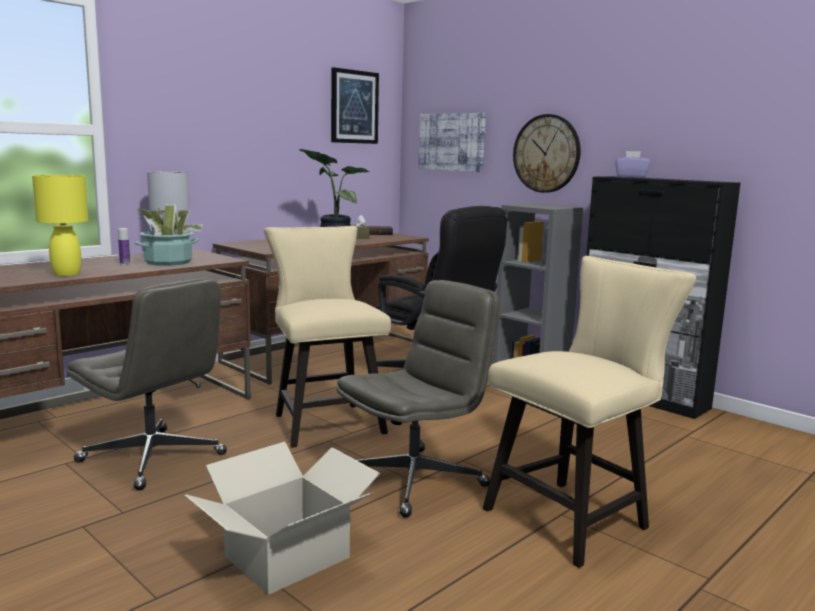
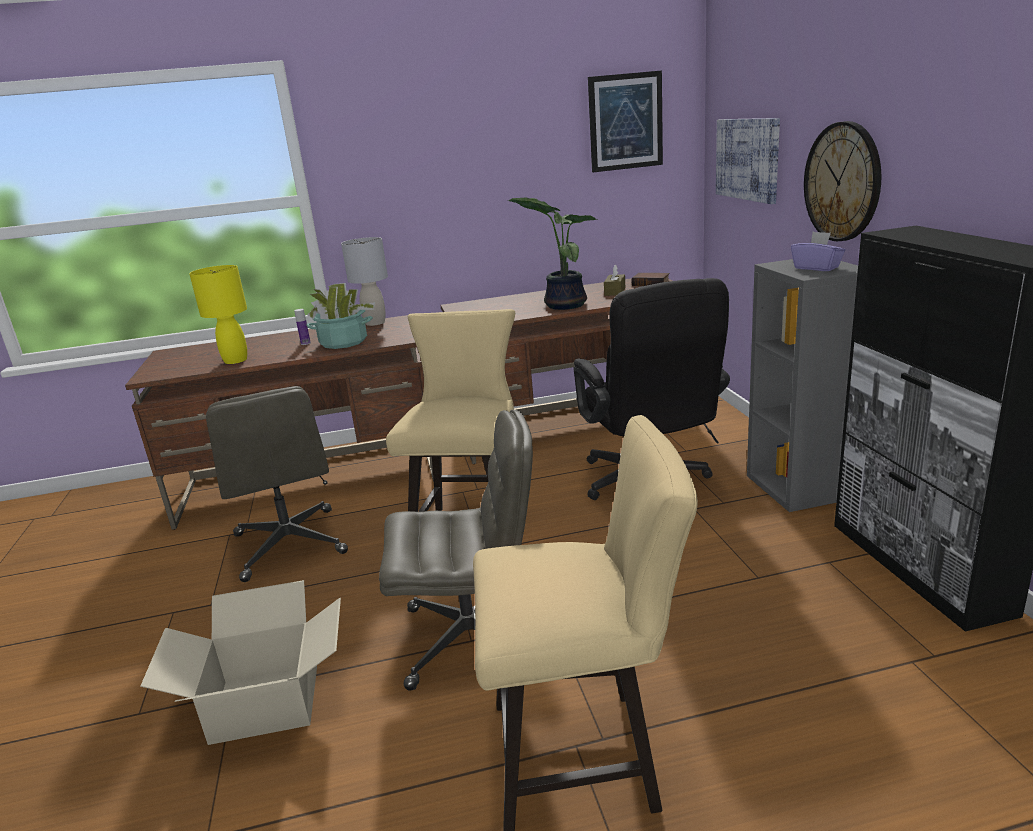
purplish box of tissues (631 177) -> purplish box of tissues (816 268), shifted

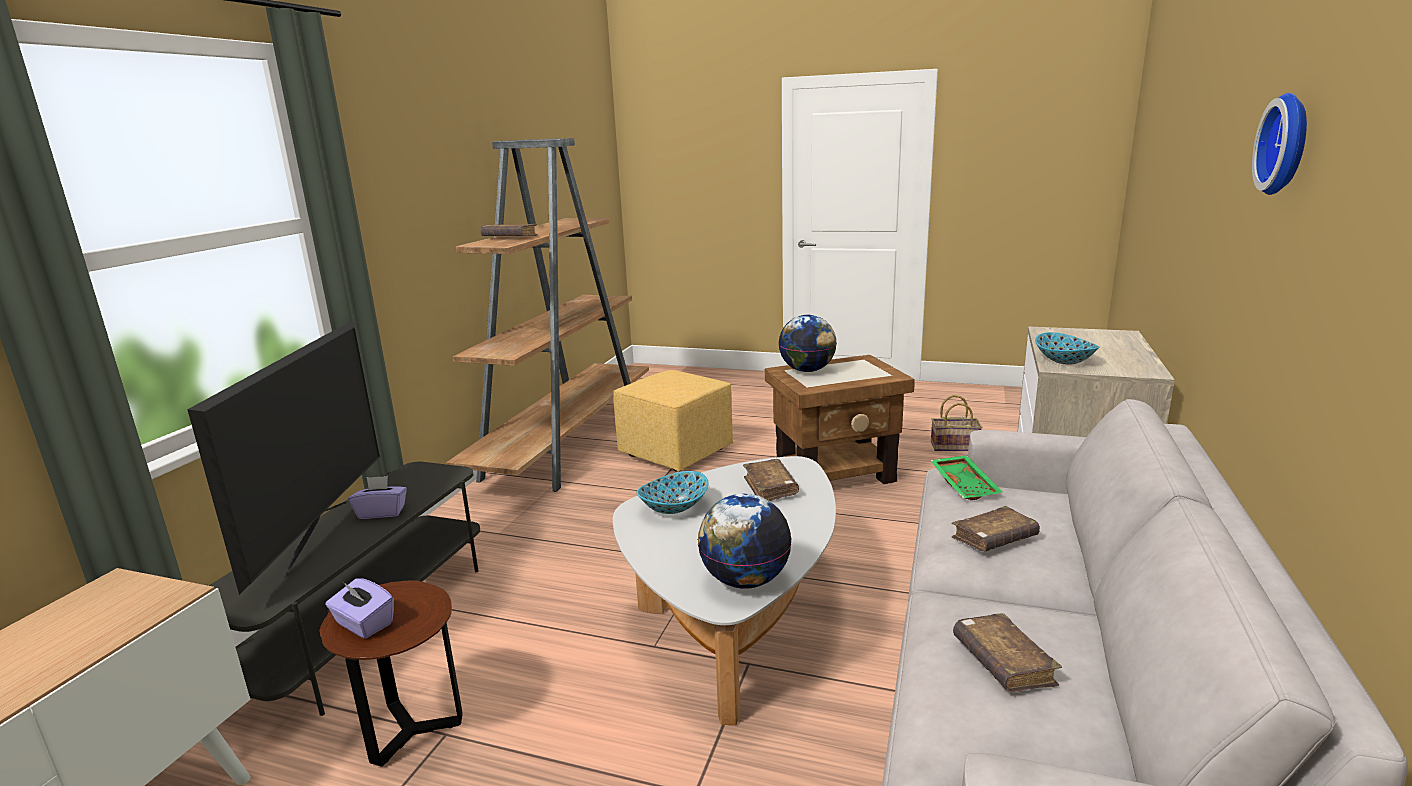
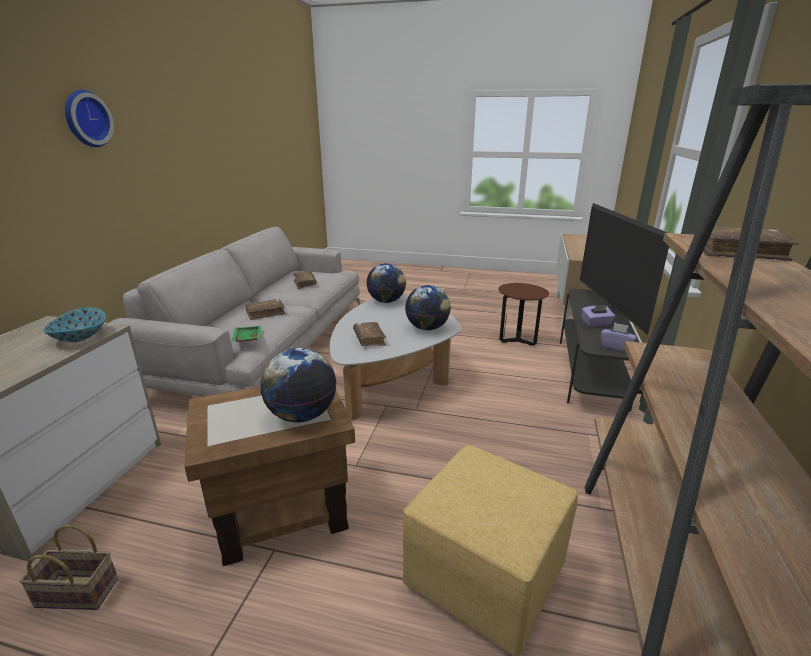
serving bowl (673 507) -> globe (427 328)
purplish box of tissues (363 624) -> purplish box of tissues (616 347), shifted

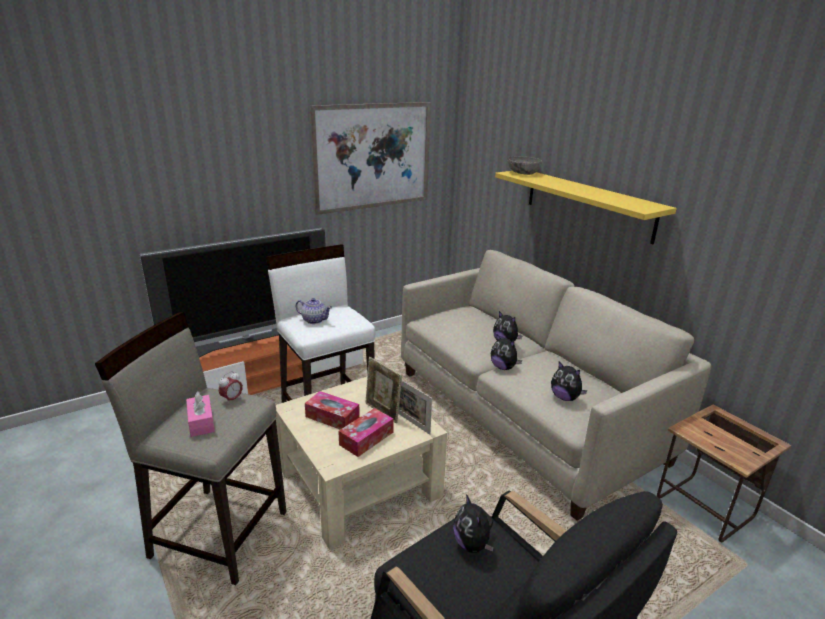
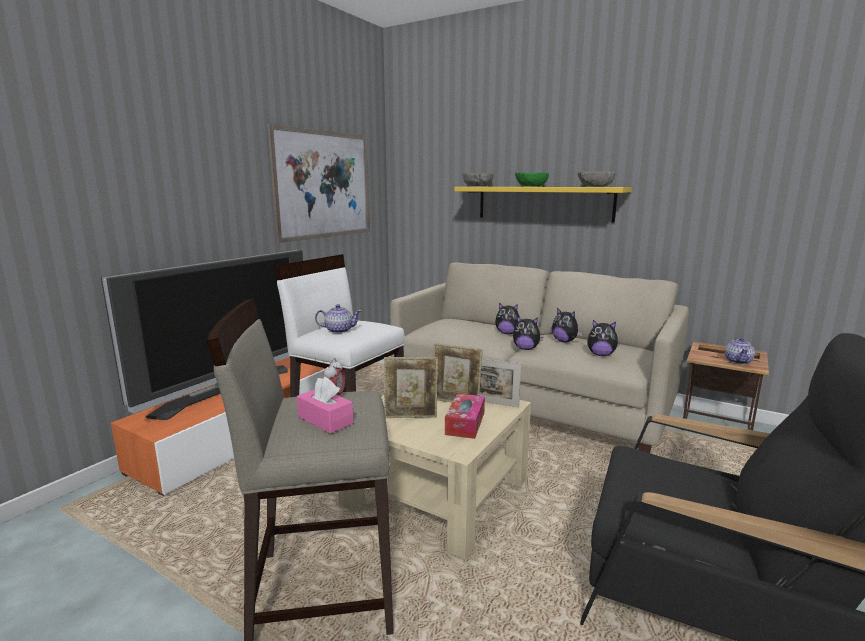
box of tissues (332 417) -> standing frame (411 416)
none -> greenish serving bowl (531 186)
plush toy (472 544) -> plush toy (564 341), shifted
none -> greyish serving bowl (595 186)
none -> pot for tea (738 361)

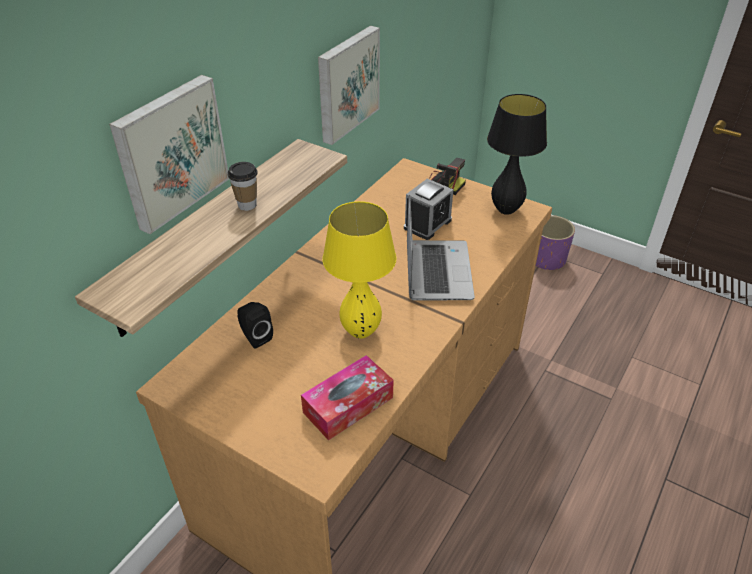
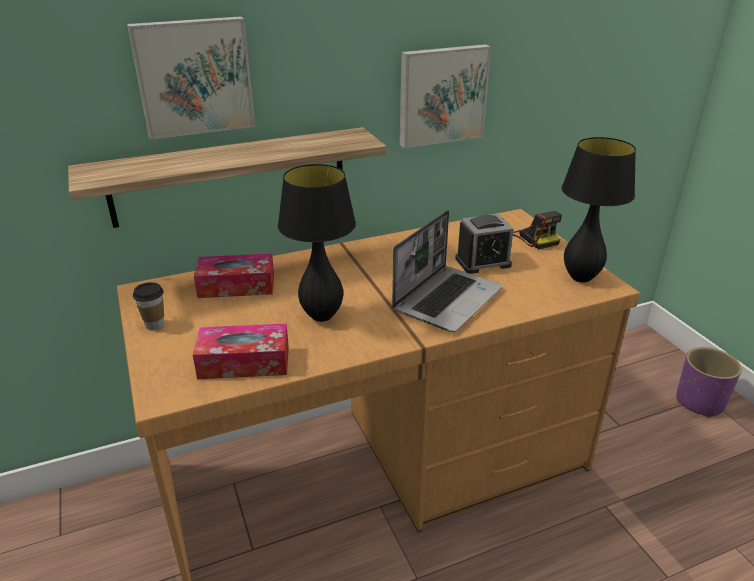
cup (247 205) -> cup (155 325), shifted
black-coloured speaker (255 337) -> box of tissues (236 286)
yellow lamp for a table (361 332) -> black-coloured lamp for a table (322 316)

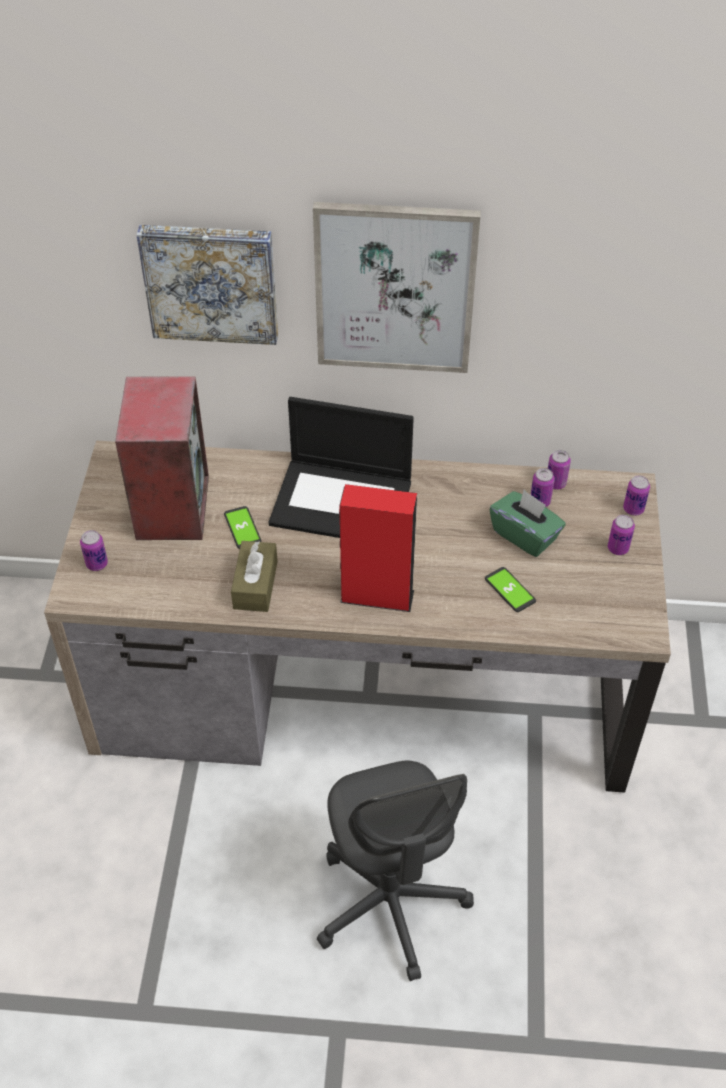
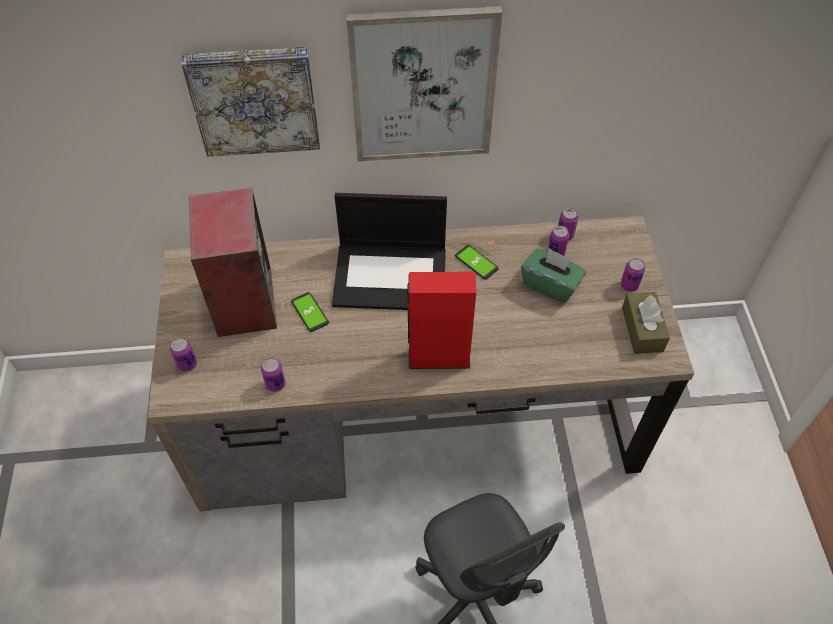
can (633 509) -> can (275 384), shifted
handset (510 590) -> handset (476 262), shifted
brownish box of tissues (255 585) -> brownish box of tissues (642 329), shifted

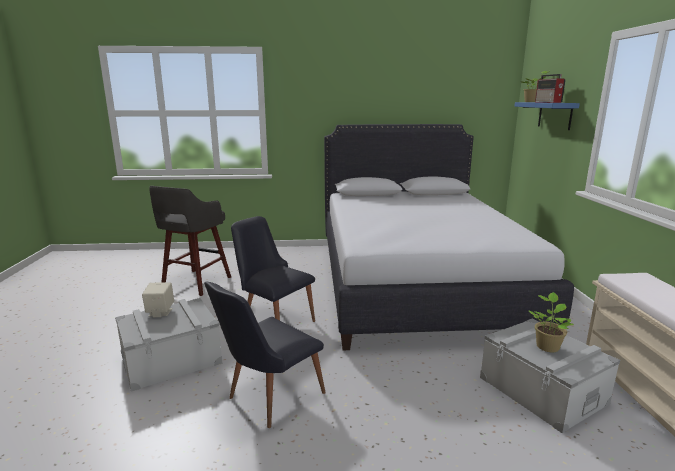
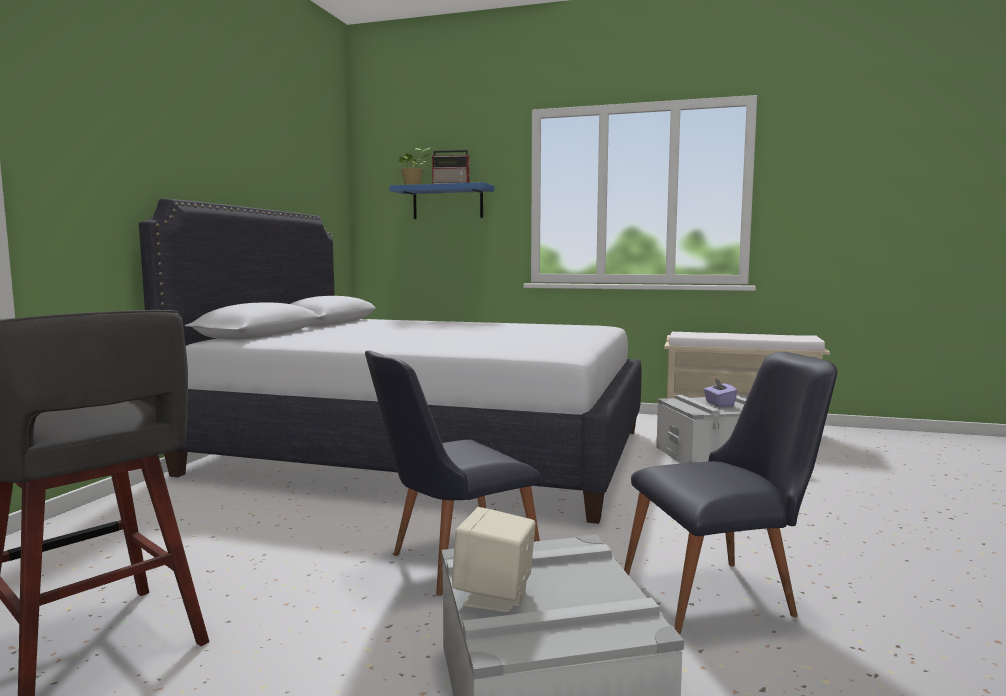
black-coloured plain chair (268 398) -> black-coloured plain chair (723 594), 75 degrees counterclockwise
houseplant (547 346) -> purplish box of tissues (719 404)

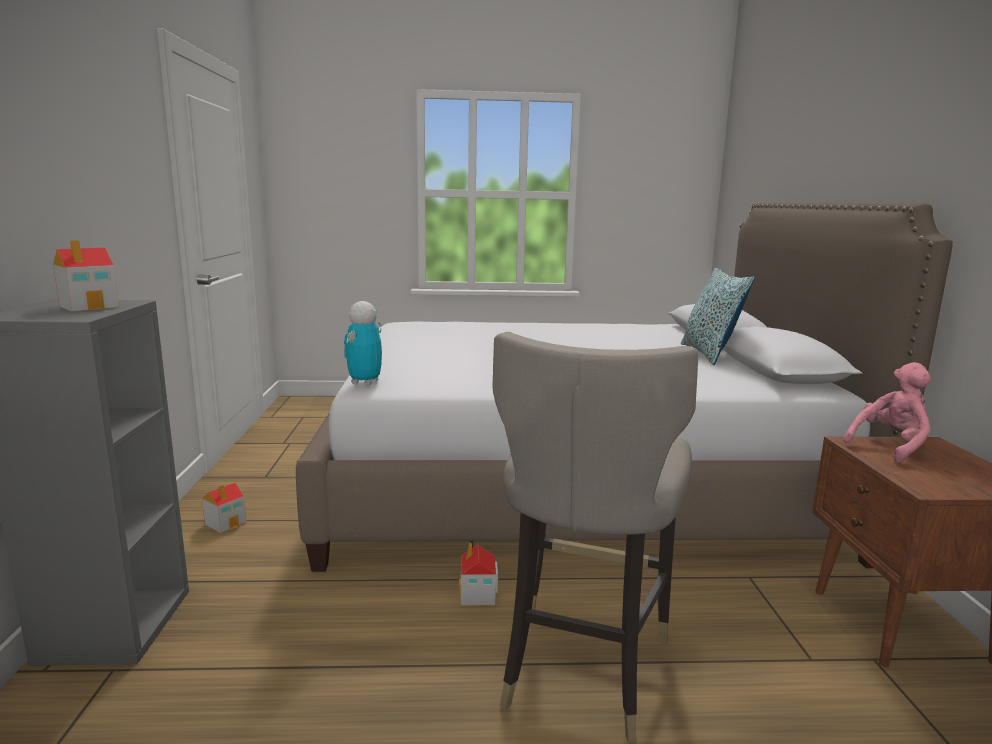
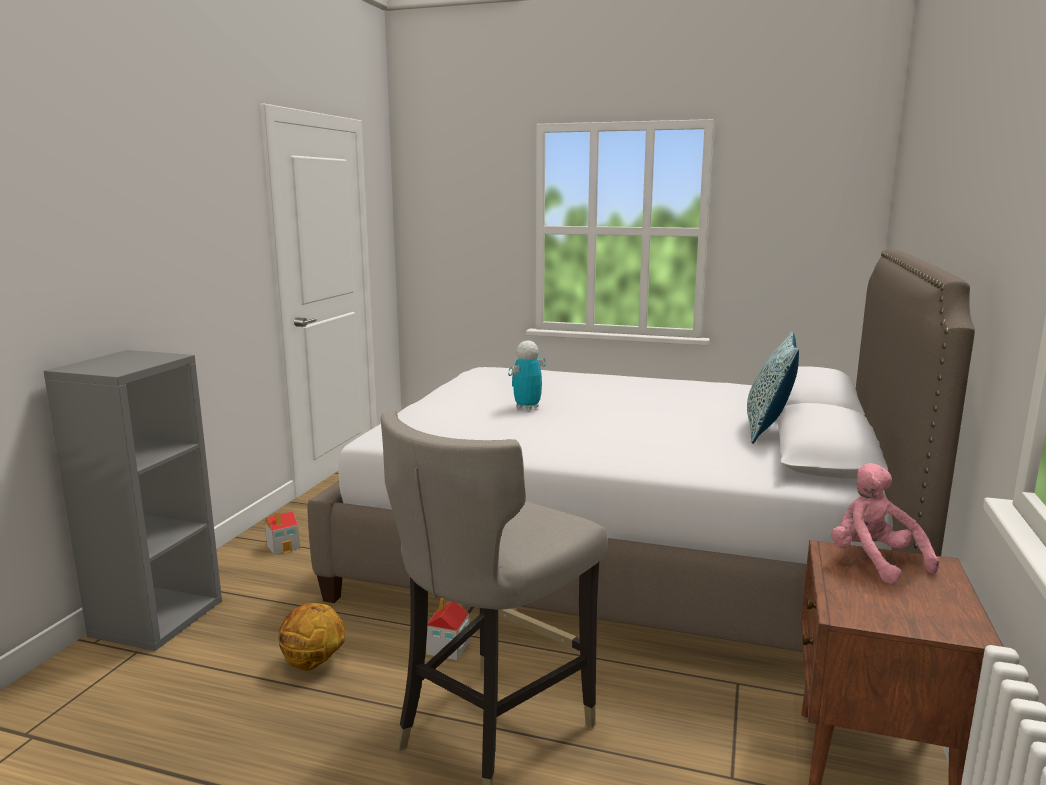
none -> basketball ball (313 663)
toy robot (364 382) -> toy robot (527 407), shifted
pink plush toy (890 446) -> pink plush toy (873 561), 105 degrees counterclockwise
miniature house (90 306) -> none

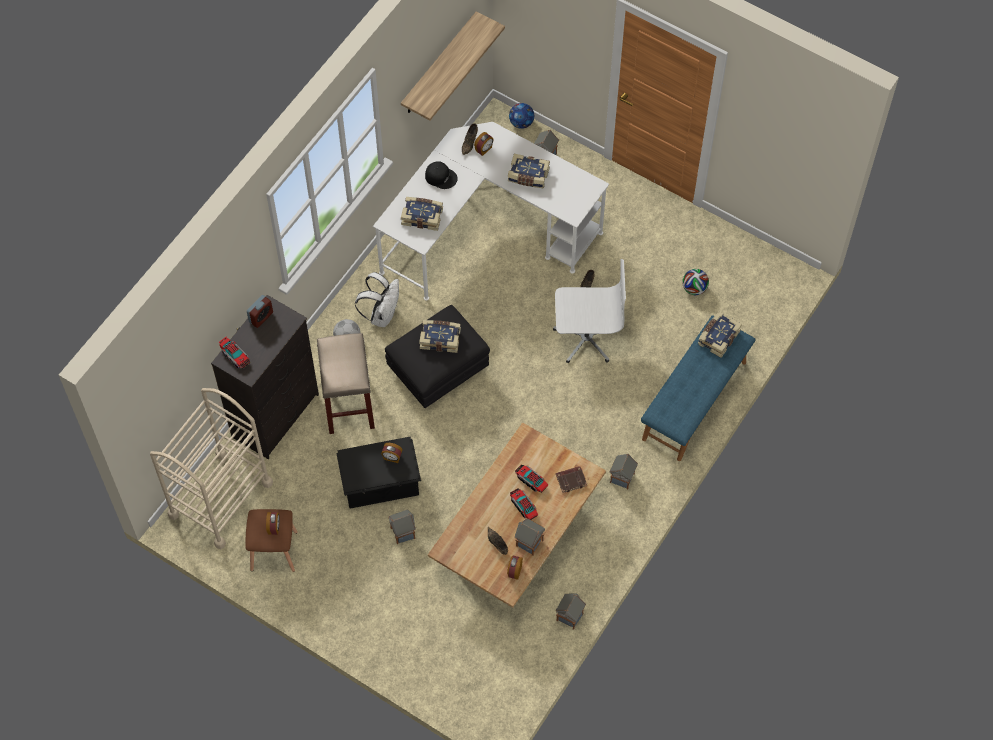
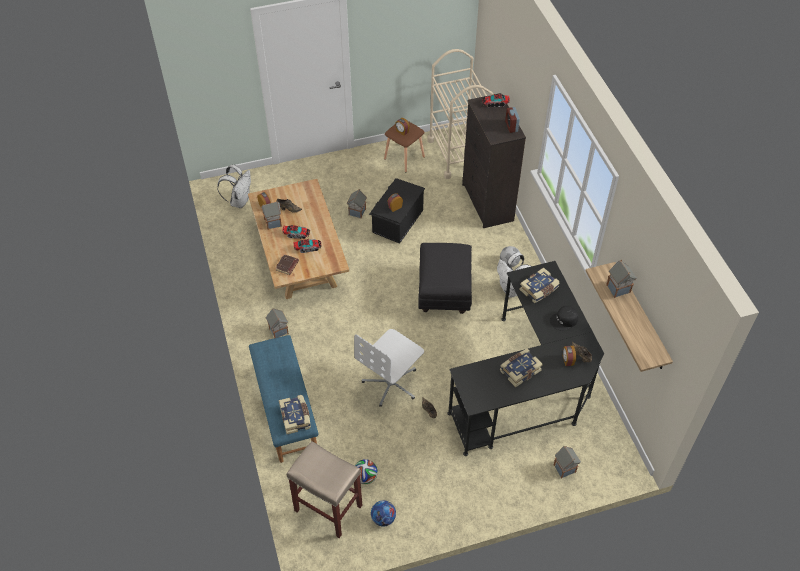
none -> white backpack (239 201)
beige stool (349 405) -> beige stool (327 508), shifted
football ball (521 123) -> football ball (383 518), shifted
white desk (486 231) -> black-coloured desk (528 386)
miniature house (570 616) -> miniature house (618 289), shifted
volume (440 338) -> none

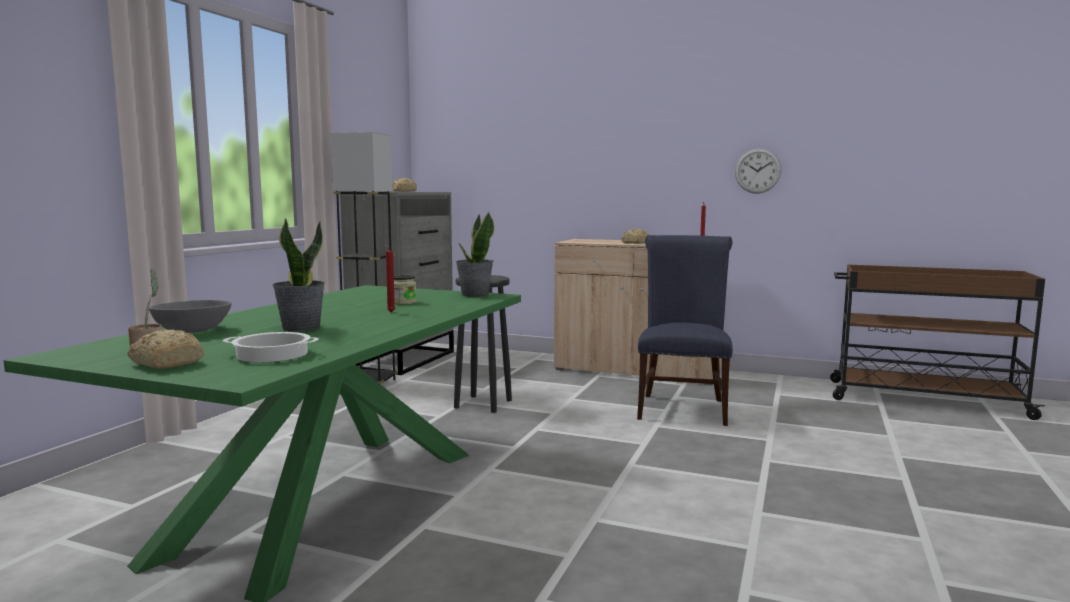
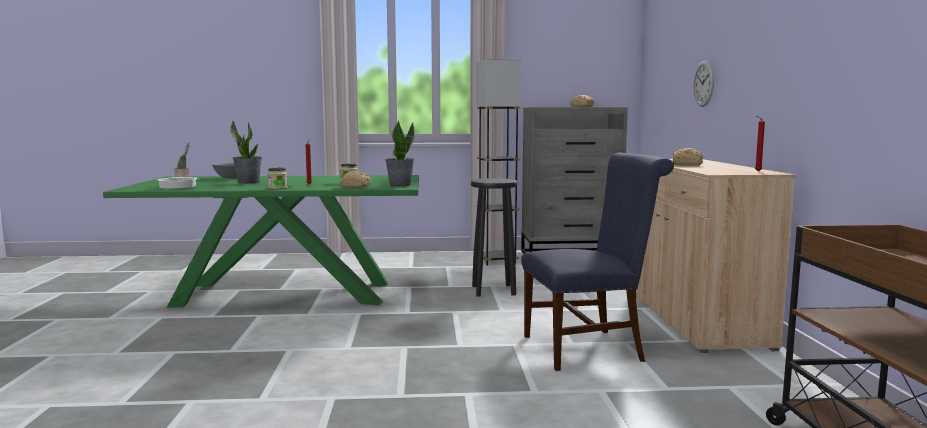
none -> storage jar (277 188)
baked bread (167 363) -> baked bread (356 186), shifted
hanging clock (757 171) -> hanging clock (704 83), shifted

